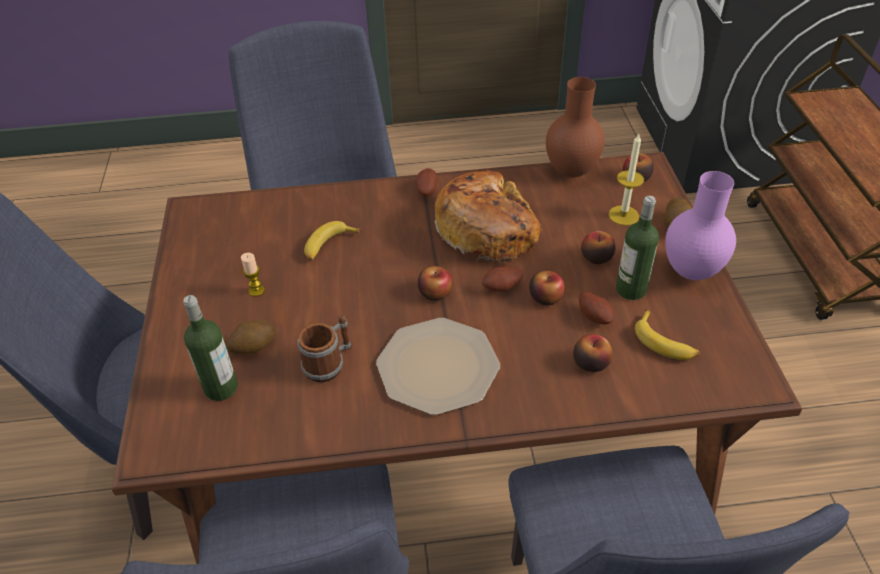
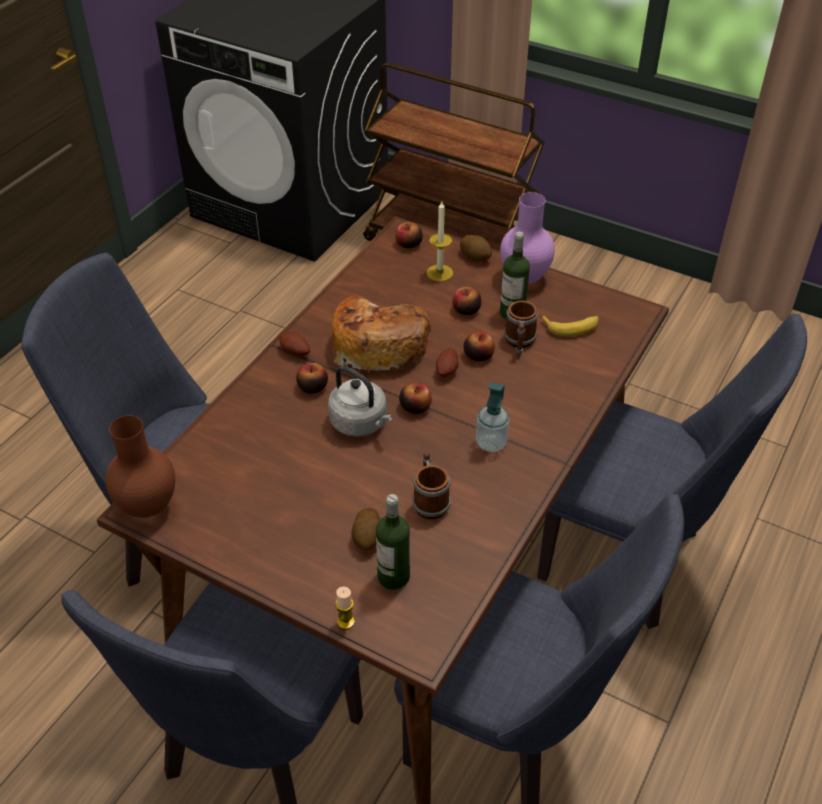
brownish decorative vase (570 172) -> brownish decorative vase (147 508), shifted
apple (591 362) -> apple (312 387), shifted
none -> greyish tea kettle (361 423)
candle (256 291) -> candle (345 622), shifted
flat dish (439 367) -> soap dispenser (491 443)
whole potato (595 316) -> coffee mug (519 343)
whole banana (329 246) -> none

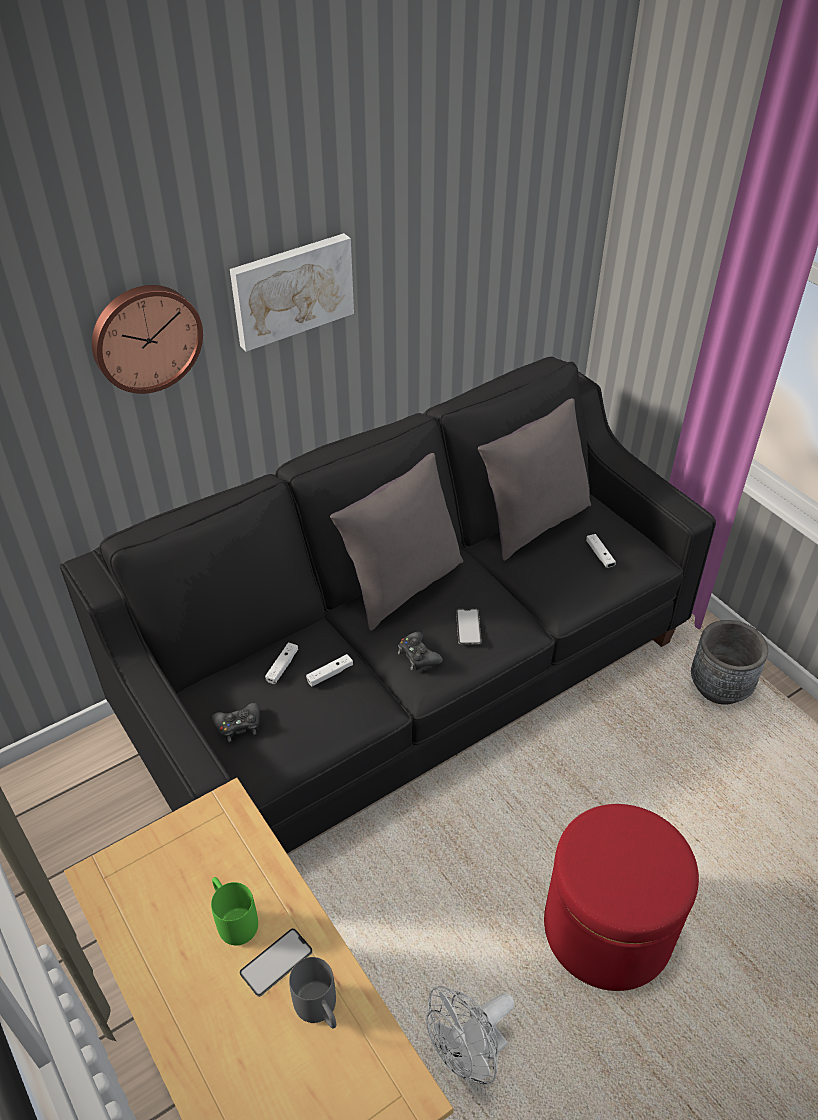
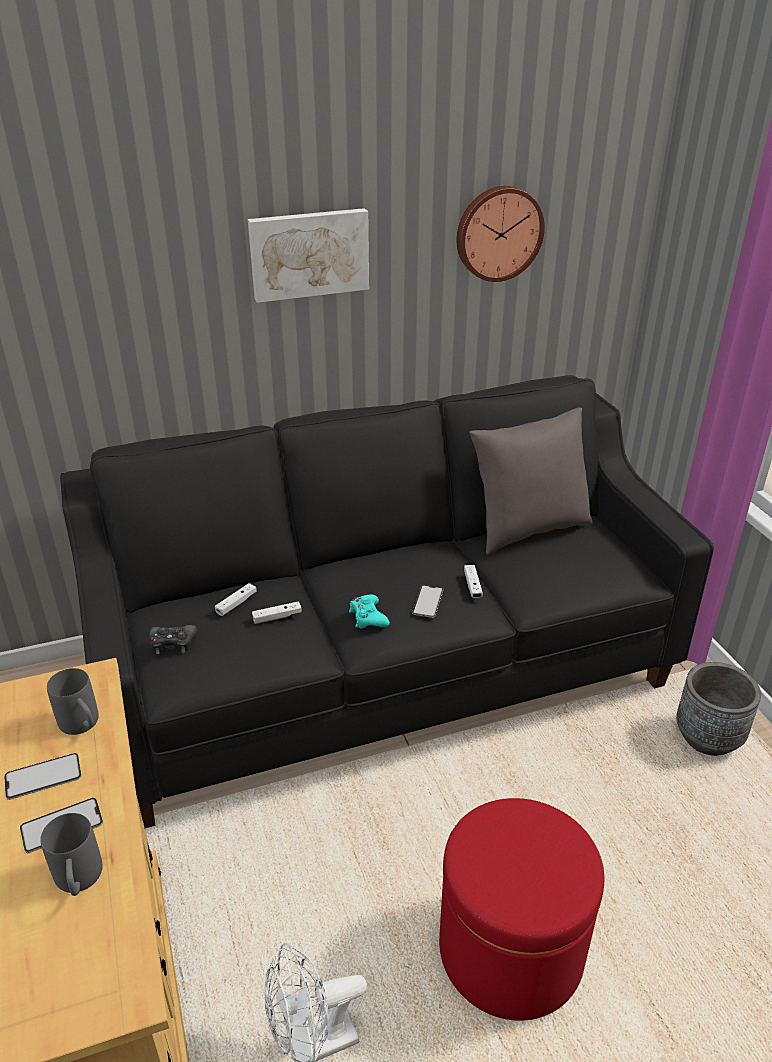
greenish coffee mug (233 919) -> handset (43 776)
none -> greyish coffee mug (83 726)
black-coloured gamepad (418 656) -> blue-green gamepad (368 617)
hanging clock (145 337) -> hanging clock (498 233), shifted
white gamepad (599 555) -> white gamepad (472 586), shifted
greyish pillow (401 586) -> none

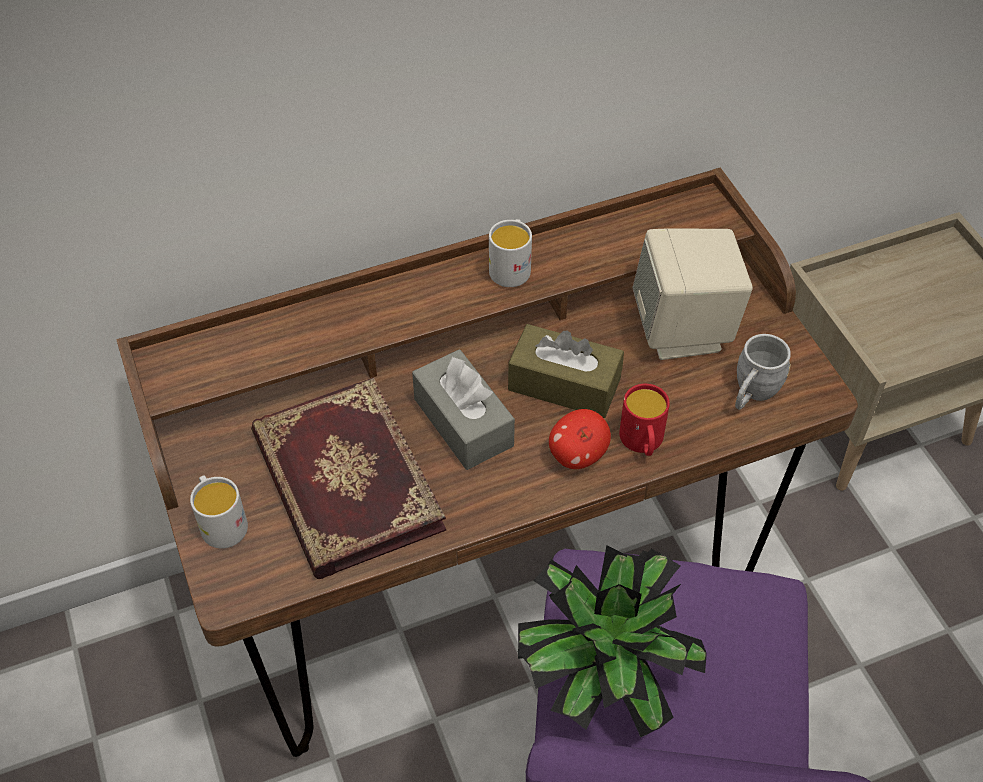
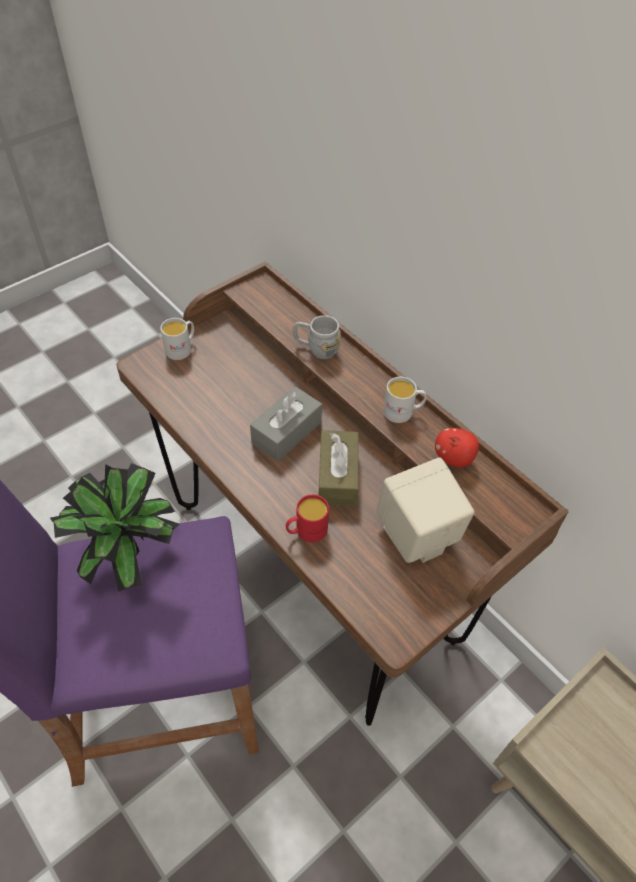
greyish coffee mug (752 393) -> greyish coffee mug (316 349), shifted
apple (577 455) -> apple (454 458), shifted
volume (344 482) -> none

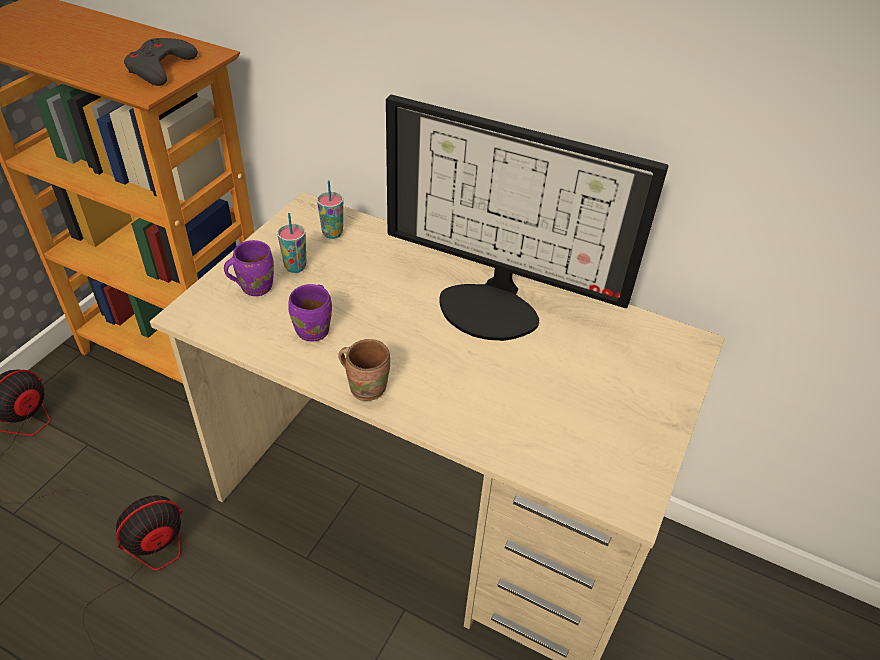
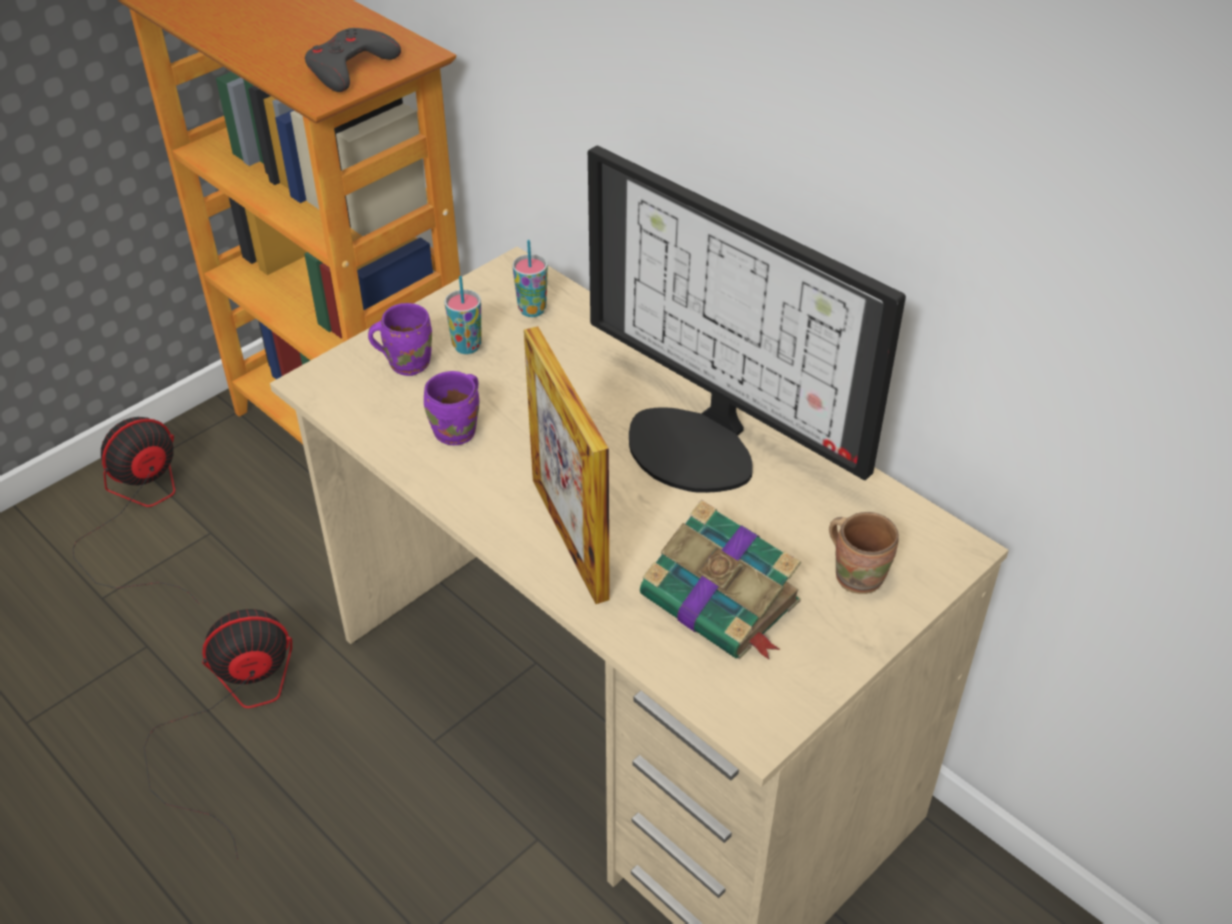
none -> standing frame (569 537)
none -> volume (722 601)
brownish coffee mug (367 386) -> brownish coffee mug (858 574), shifted

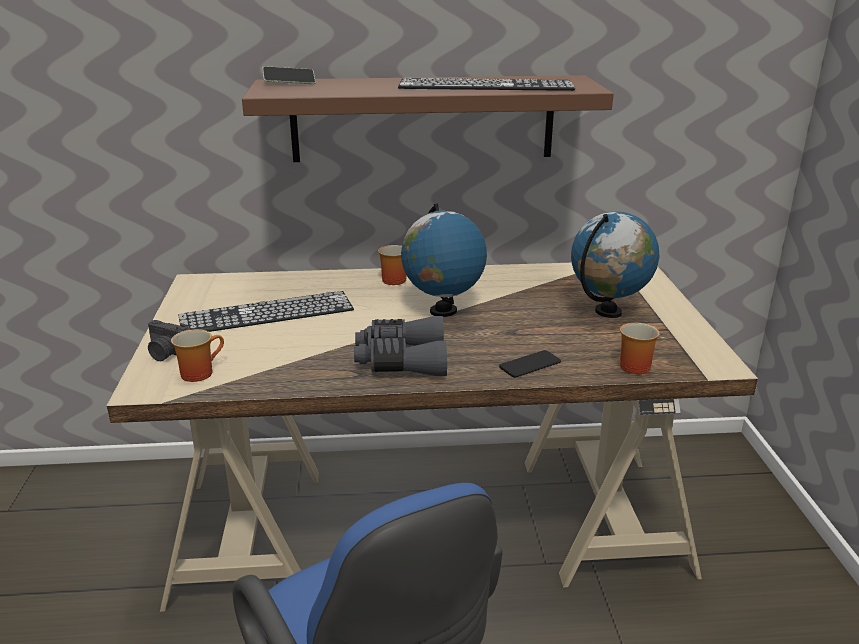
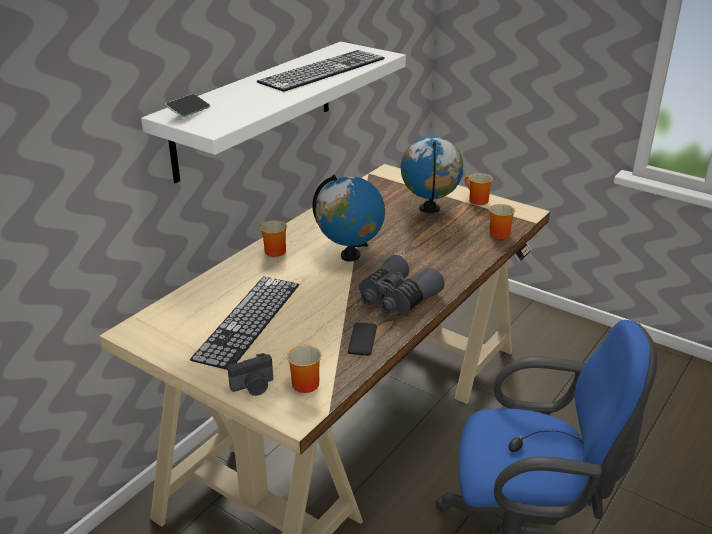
brownish bracket shelf (423 119) -> white bracket shelf (255 109)
handset (530 365) -> handset (362 339), shifted
none -> coffee mug (475 200)

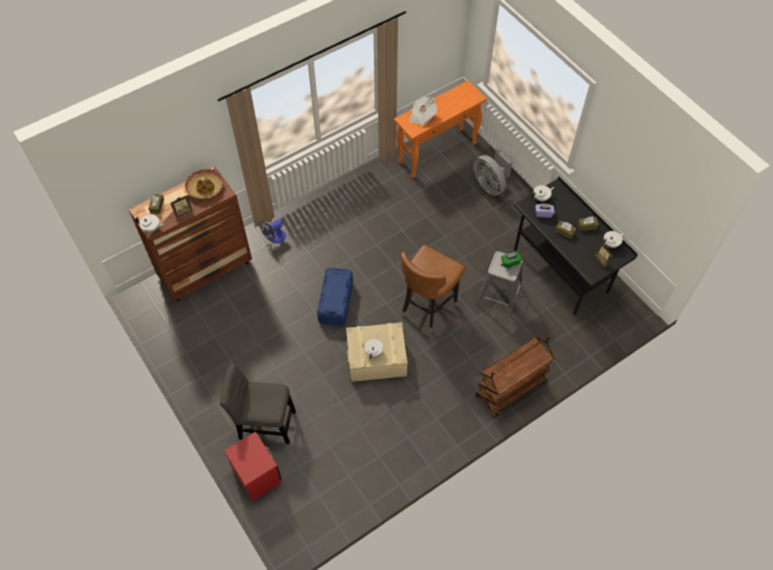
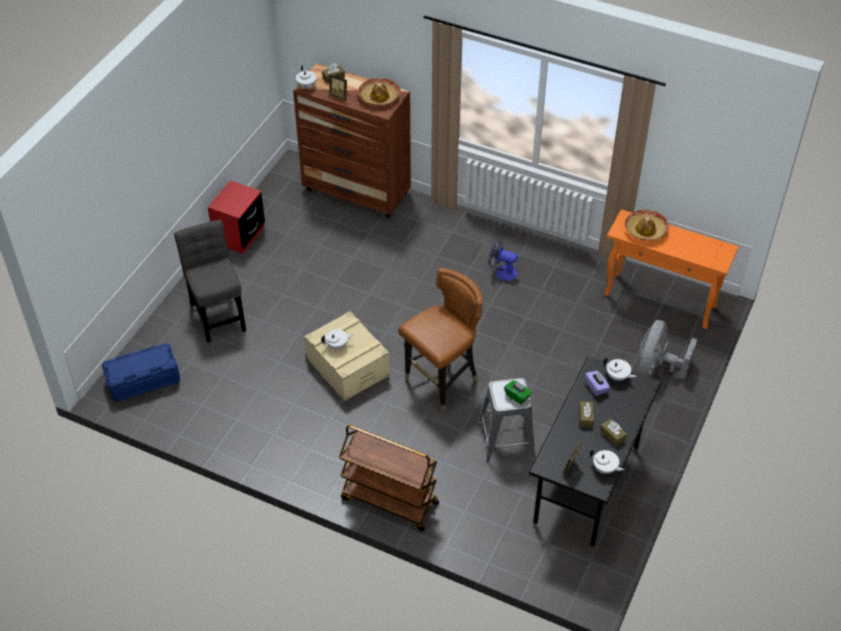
blue-coloured storage box (335 302) -> blue-coloured storage box (143 381), shifted
red night table (256 475) -> red night table (239 235), shifted
brownish plain chair (427 307) -> brownish plain chair (442 382), 135 degrees clockwise
fan (274 238) -> fan (502 272), shifted
newspaper (422 116) -> wearable hat (645 230)

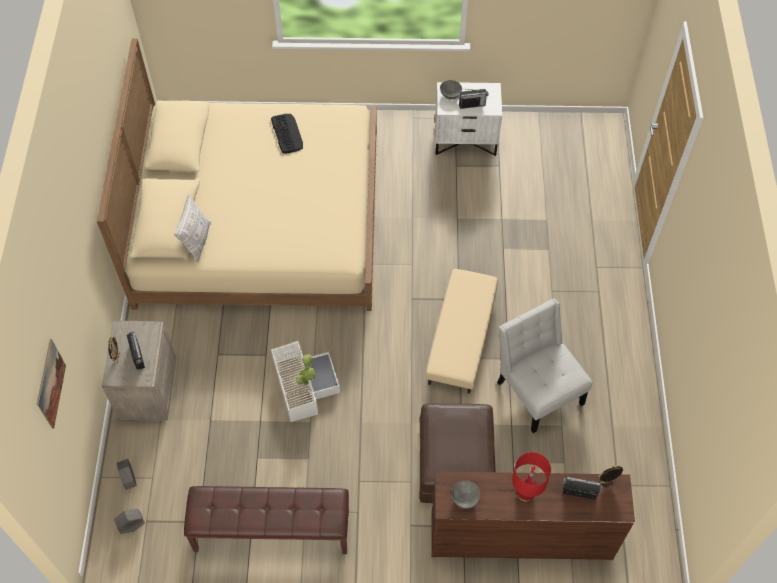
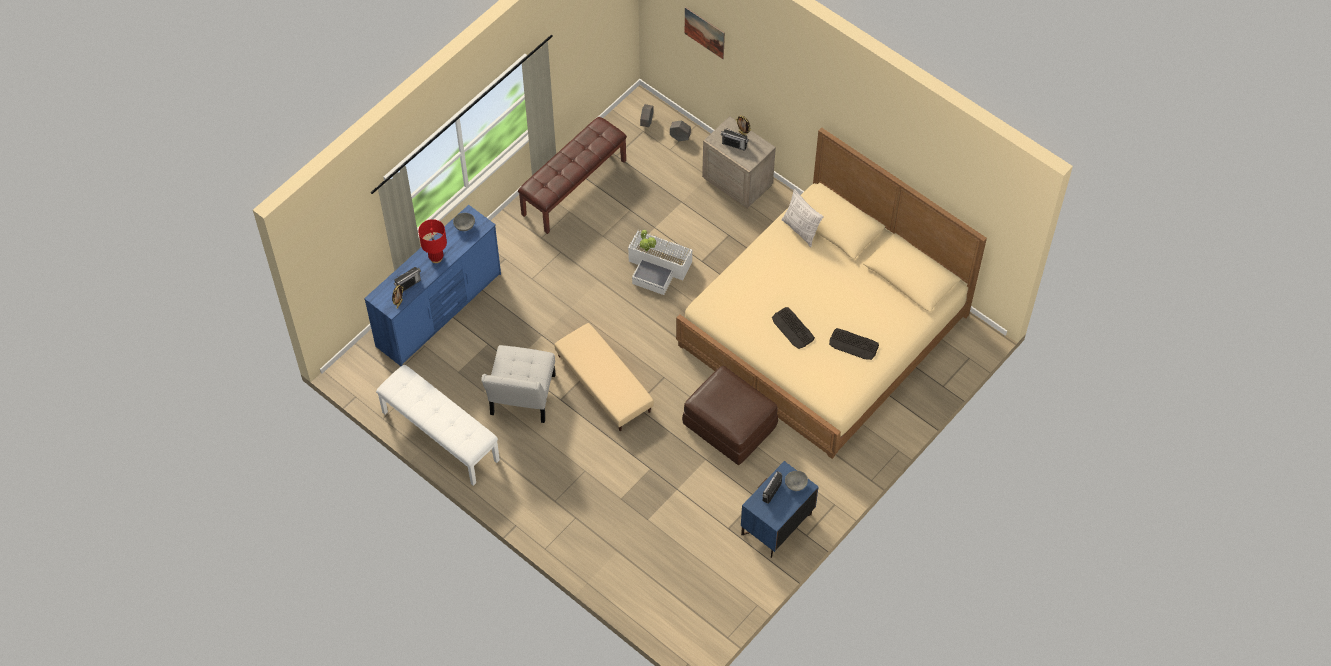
brownish chest of drawers (520 535) -> blue-coloured chest of drawers (440 310)
none -> white long seat (439 436)
white plain chair (537 389) -> white plain chair (521 399), 90 degrees clockwise
brownish ottoman (454 463) -> brownish ottoman (730 426), shifted
white night table (465 140) -> blue-coloured night table (777 525)
none -> computer keyboard (793 328)

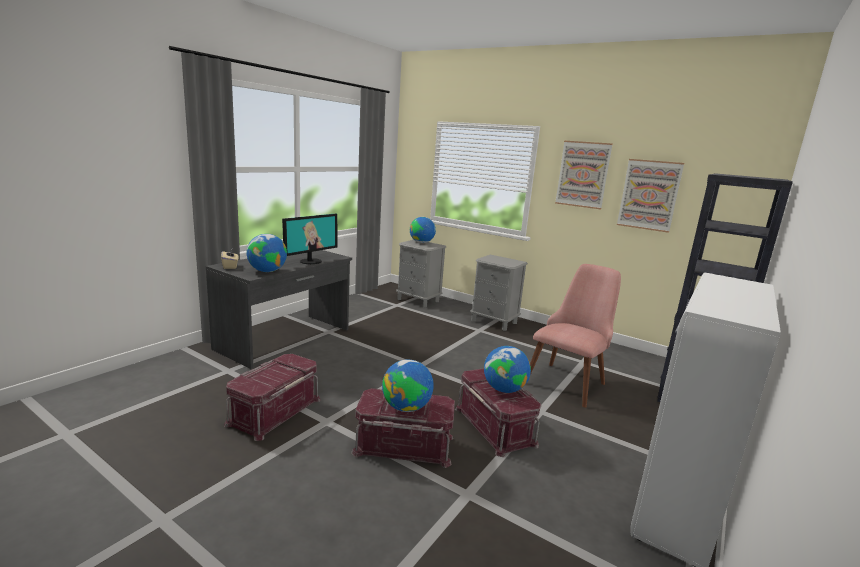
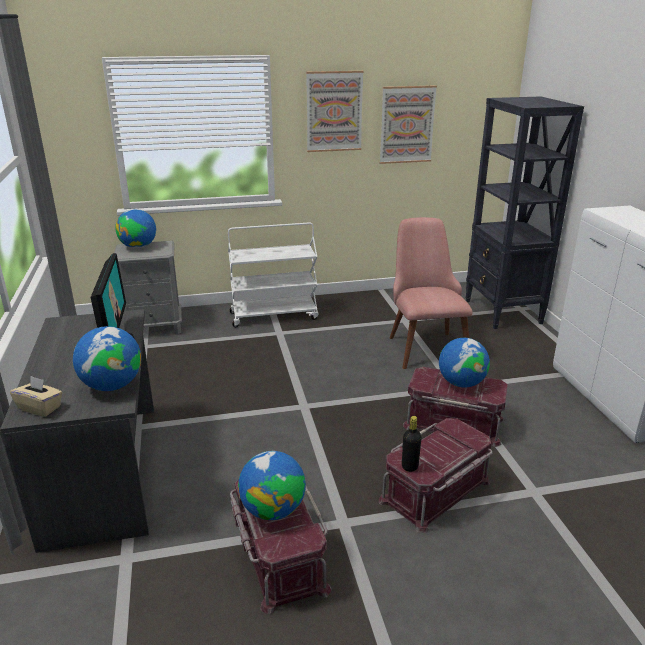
greyish night table (494 322) -> white trolley (274 315)
globe (406 408) -> globe (273 510), shifted
none -> black-coloured bottle (409 466)

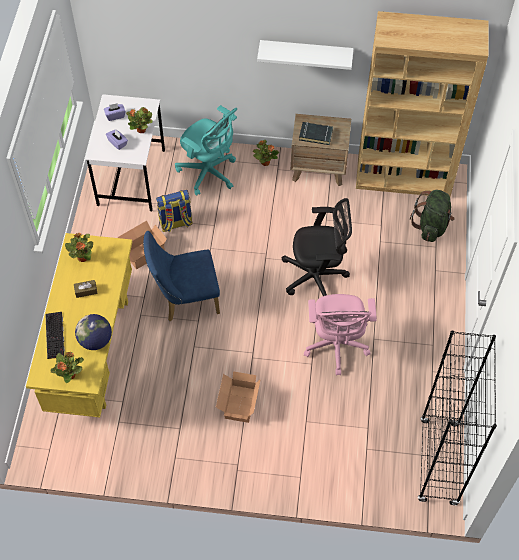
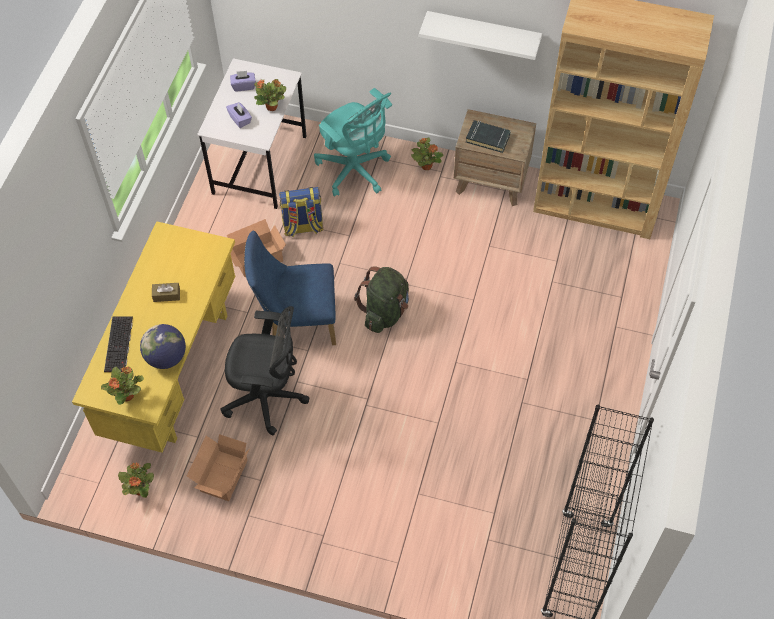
houseplant (82 257) -> houseplant (140 489), shifted
carton (238 404) -> carton (221 476), shifted
black-coloured desk chair (317 276) -> black-coloured desk chair (267 397), shifted
greenish backpack (431 226) -> greenish backpack (385 312), shifted
pink desk chair (336 346) -> none

